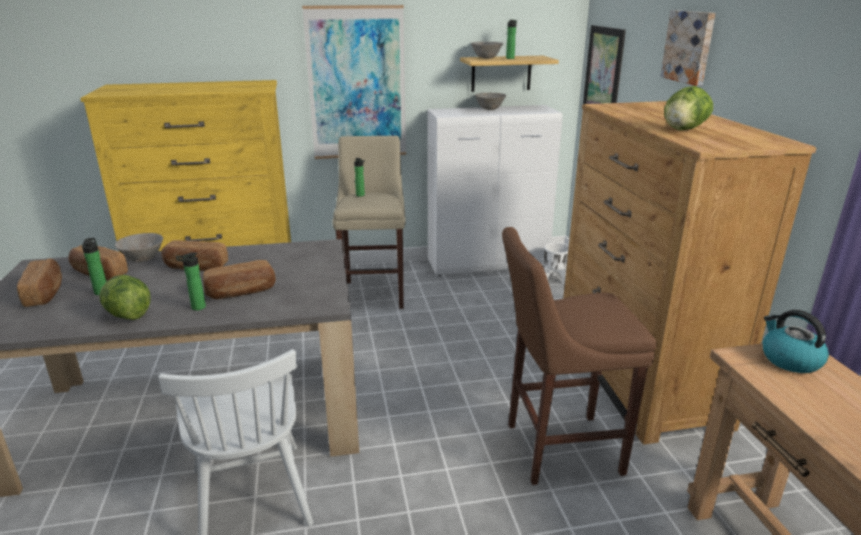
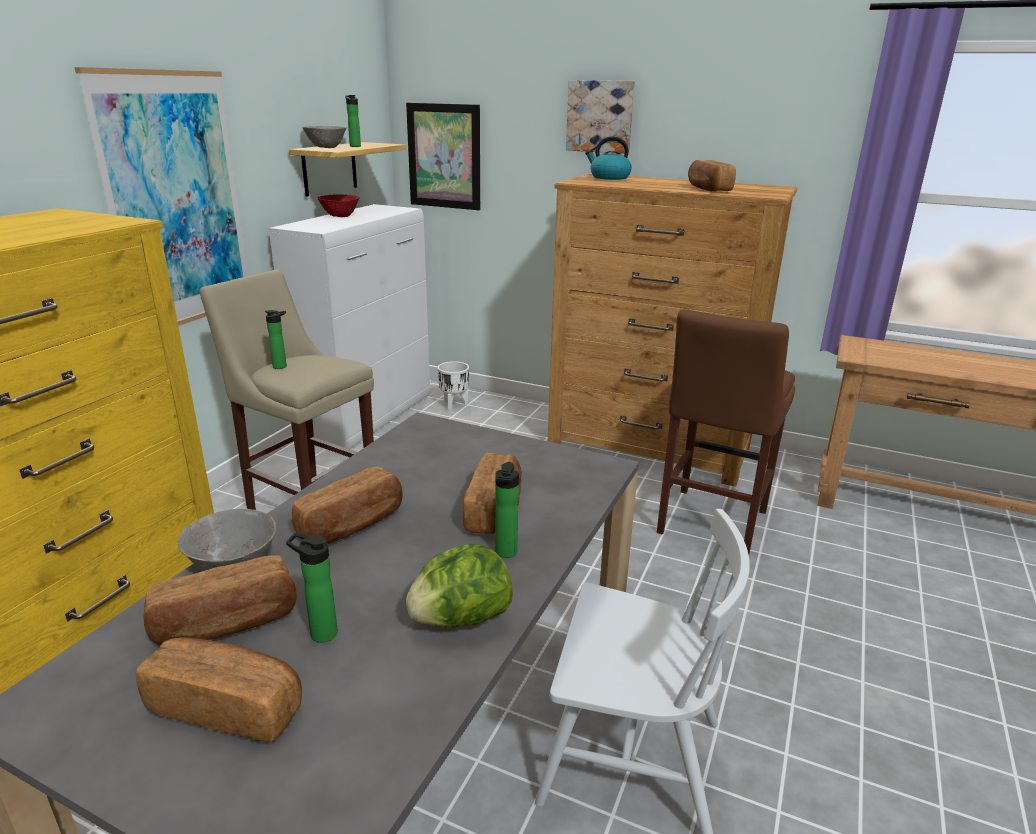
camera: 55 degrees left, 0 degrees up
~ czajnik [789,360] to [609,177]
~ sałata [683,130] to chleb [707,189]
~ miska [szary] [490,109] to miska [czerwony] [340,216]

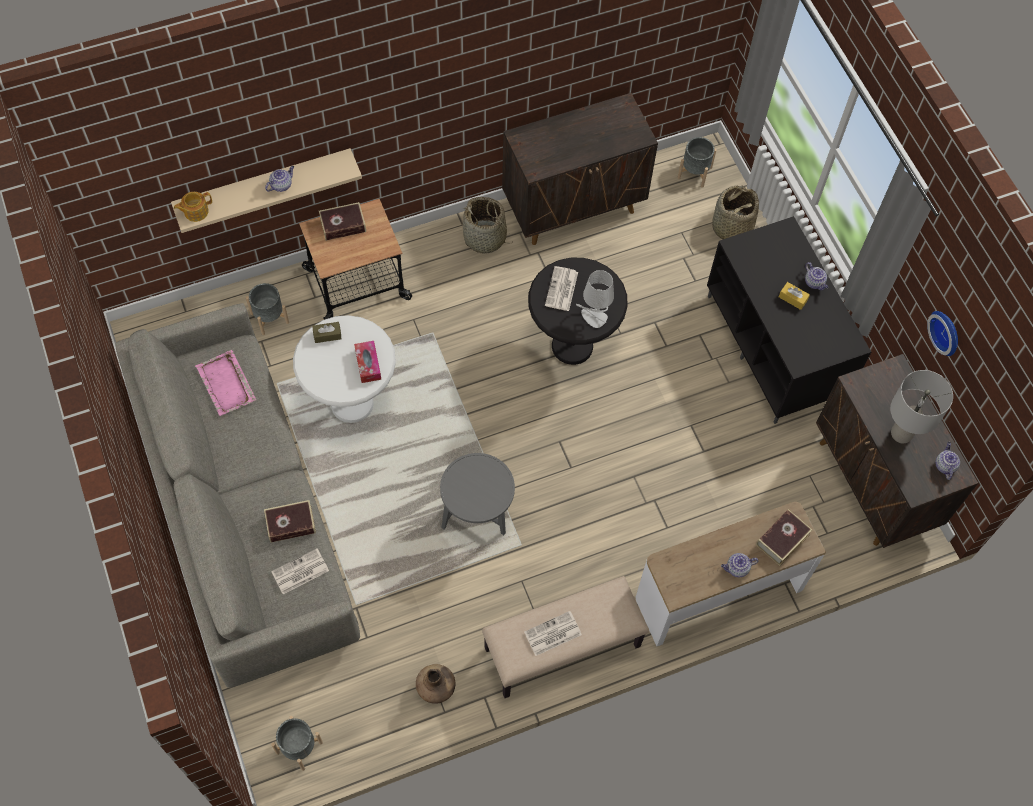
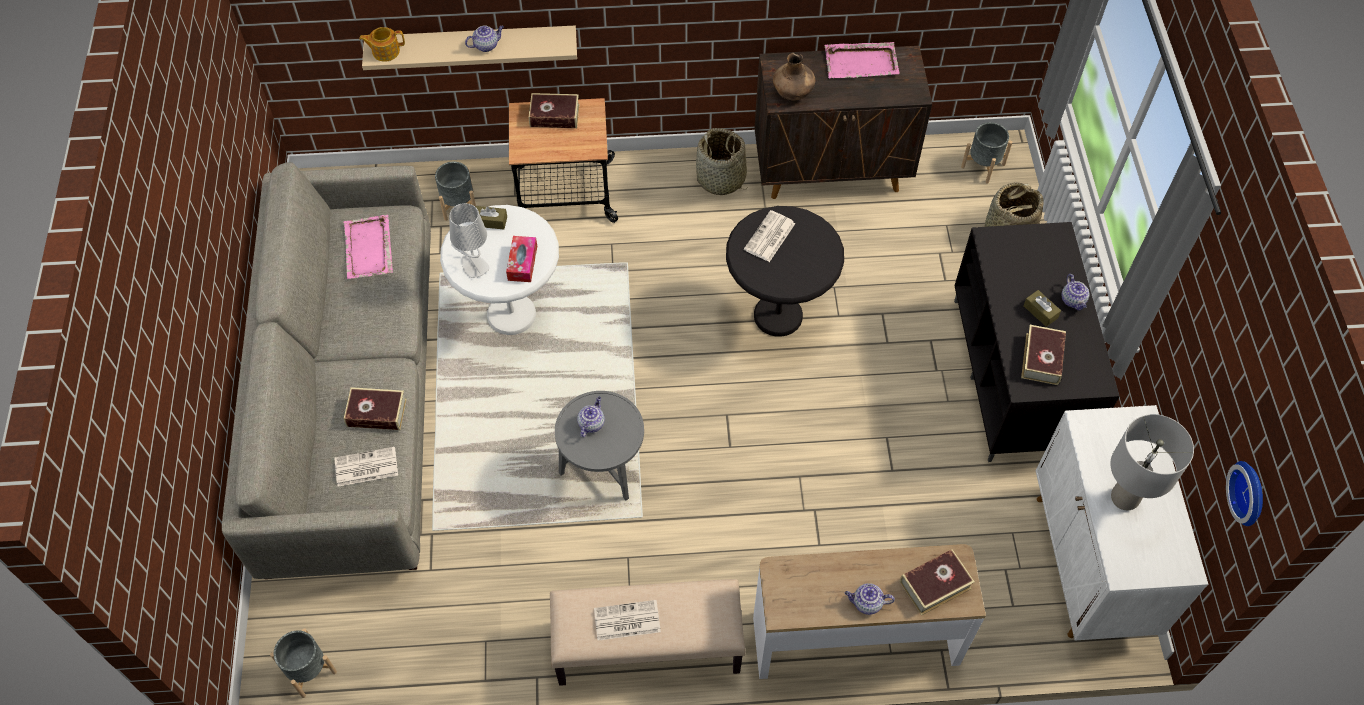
camera: 20 degrees right, 5 degrees down
+ taca [różowy] [862,62]
+ książka [1042,359]
~ wazon [brązowy] [436,688] to [793,93]
~ lampa stołowa [szary] [593,318] to [473,266]
~ zegar ścienny [946,332] to [1250,493]
~ imbryk [944,465] to [591,423]
~ pudełko chusteczek [żółty] [793,298] to pudełko chusteczek [brązowy] [1040,312]
~ szafka [brązowy] [873,484] to szafka [biały] [1089,564]

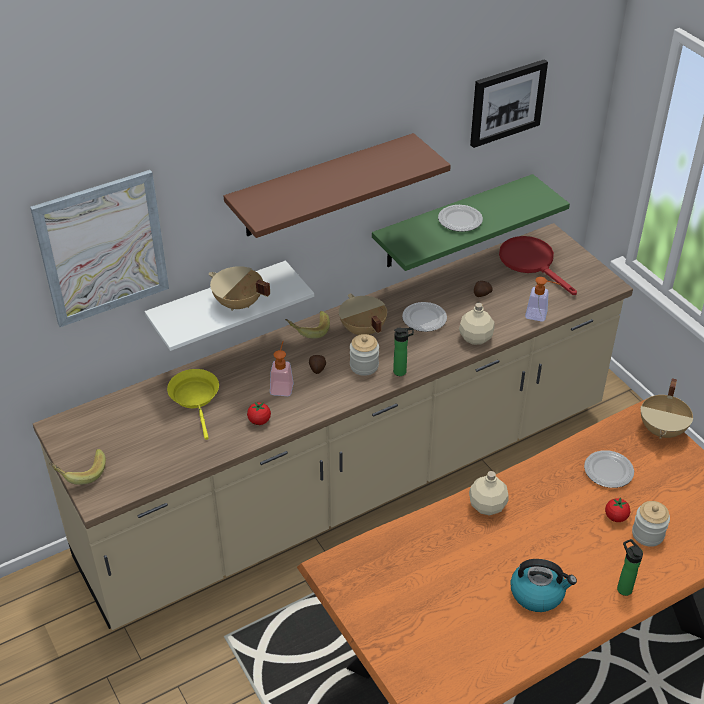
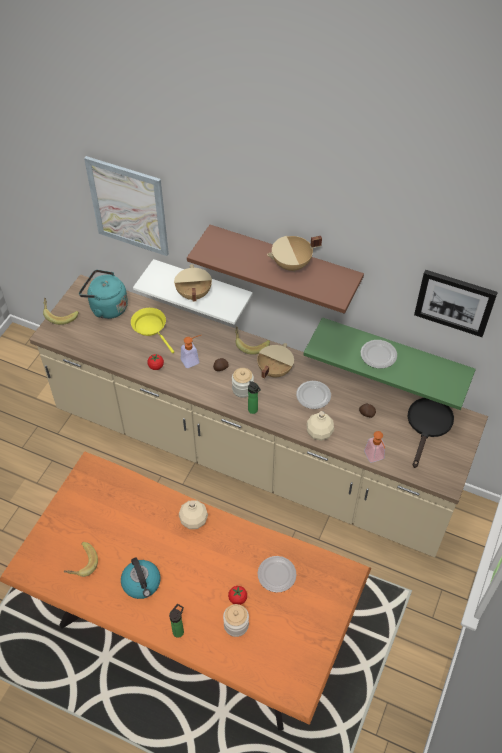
camera: 55 degrees right, 10 degrees up
+ banan [81,564]
+ czajnik [turkusowy] [106,307]
~ garnek [beżowy] [663,430] to [292,265]
~ patelnia [czerwony] [531,262] to patelnia [czarny] [428,425]
~ patelnia [żółty] [195,398] = [151,328] 75 degrees counterclockwise

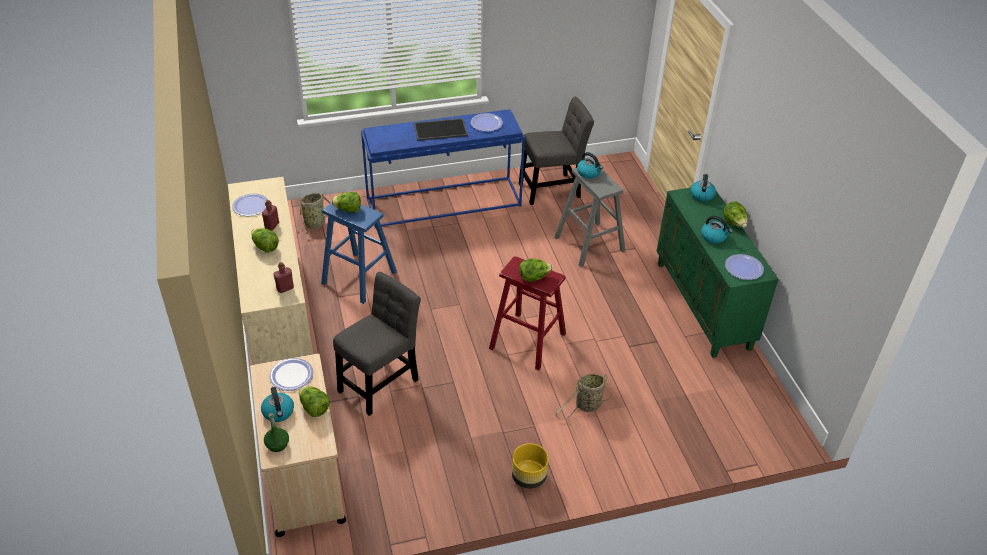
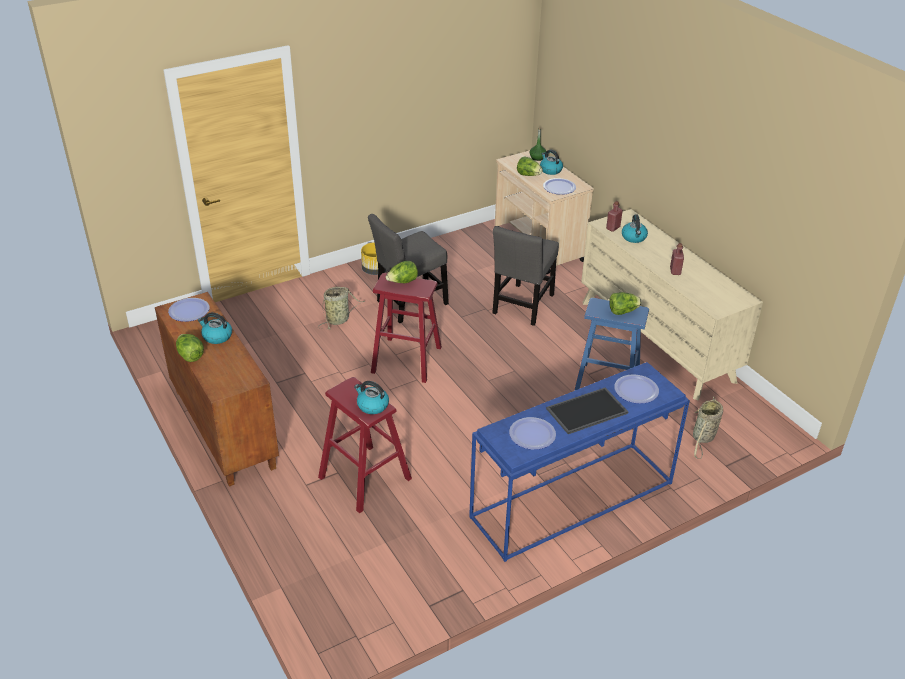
camera: 165 degrees right, 5 degrees down
- sałata [265,247]
~ talerz [250,206] to [636,390]
~ krzesło [szary] [552,189] to [409,304]
~ czajnik [701,195] to [634,237]
~ stołek [szary] [589,244] to stołek [czerwony] [364,478]
~ szafka [zielony] [704,305] to szafka [brązowy] [222,428]

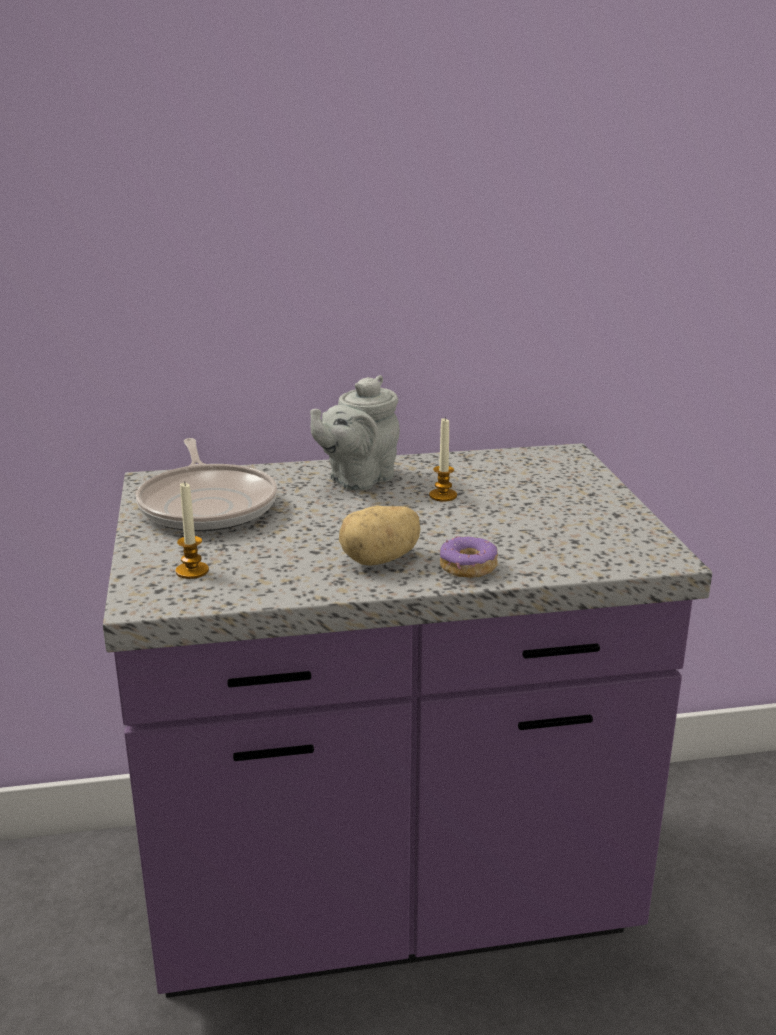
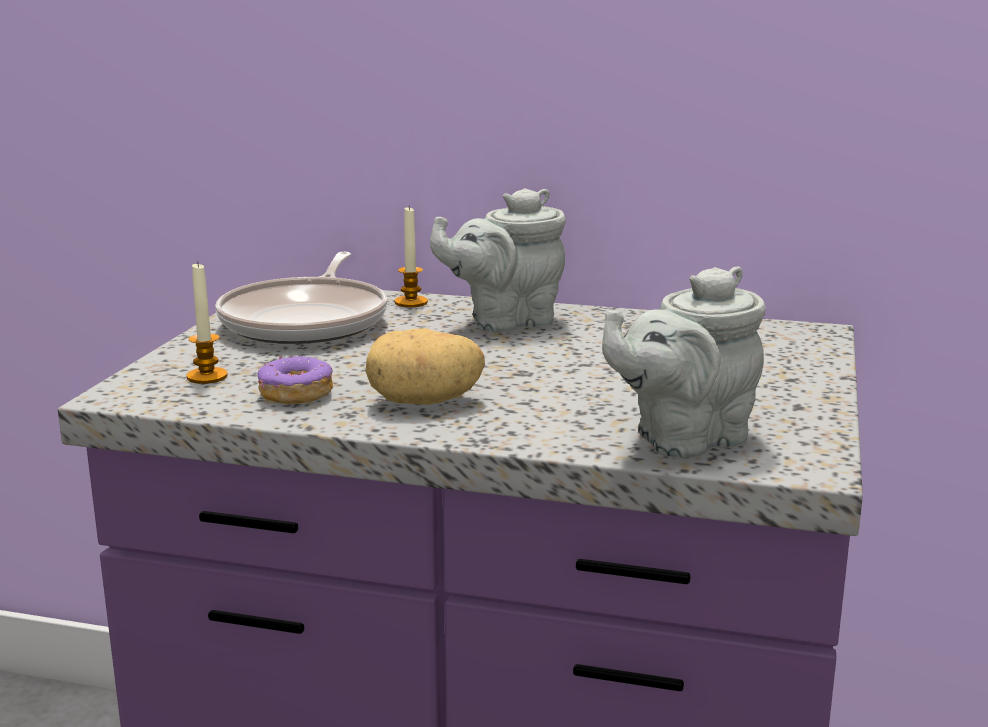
camera: 25 degrees right, 5 degrees down
+ imbryk [szary] [683,440]
~ świeca [443,496] to [411,302]
~ donut [467,567] to [295,394]

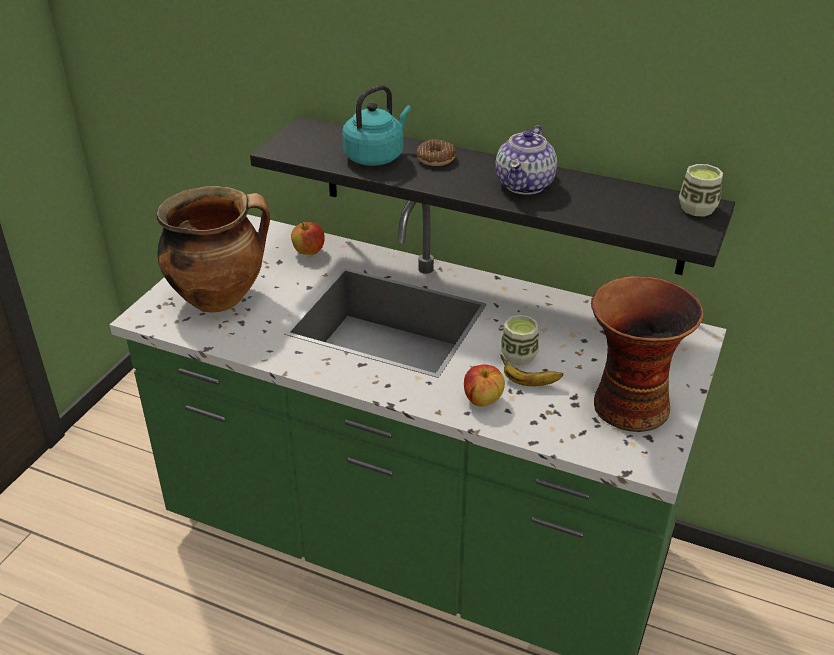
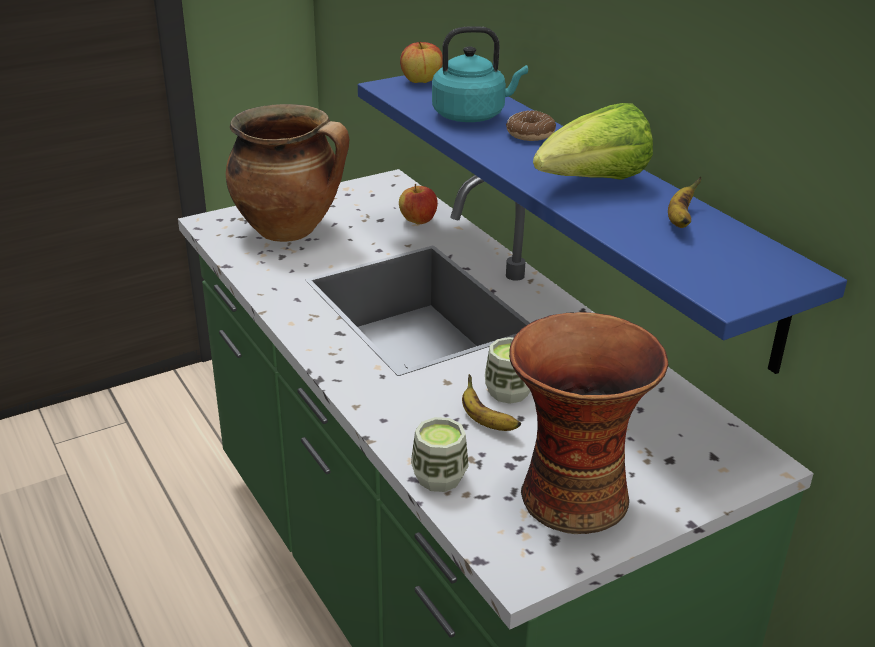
camera: 35 degrees right, 5 degrees down
+ banan [679,220]
~ jabłko [482,400] to [421,81]
~ filiżanka [697,208] to [439,477]
~ imbryk [525,184] to sałata [593,182]
~ półka [czarny] [498,194] to półka [niebieski] [603,203]

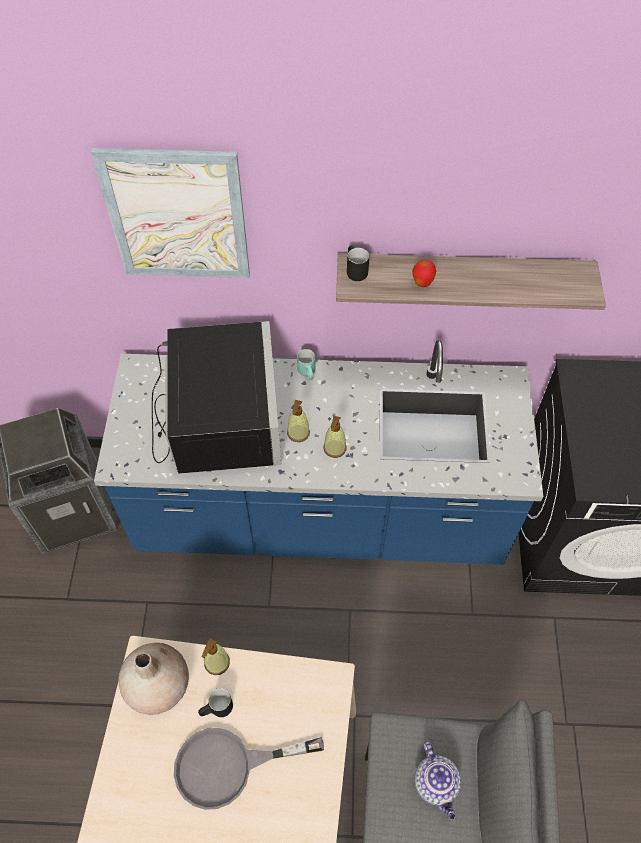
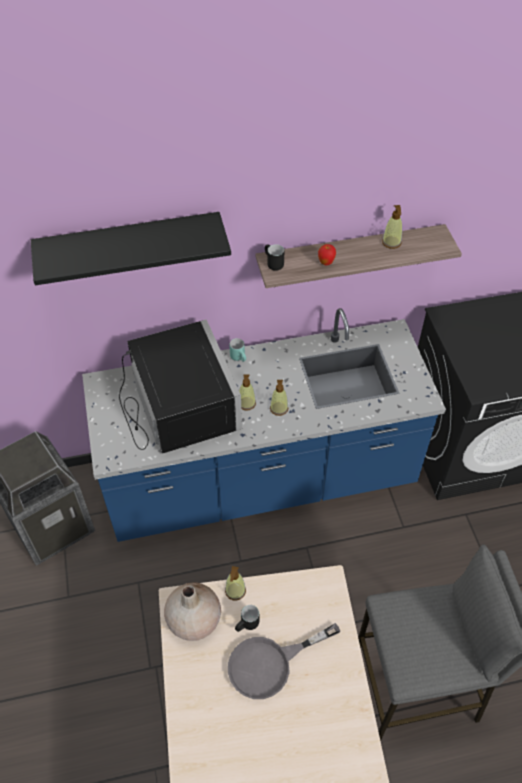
camera: 15 degrees left, 5 degrees down
- imbryk [436,784]
+ dozownik mydła [391,242]
~ obraz [177,215] to półka [czarny] [130,245]

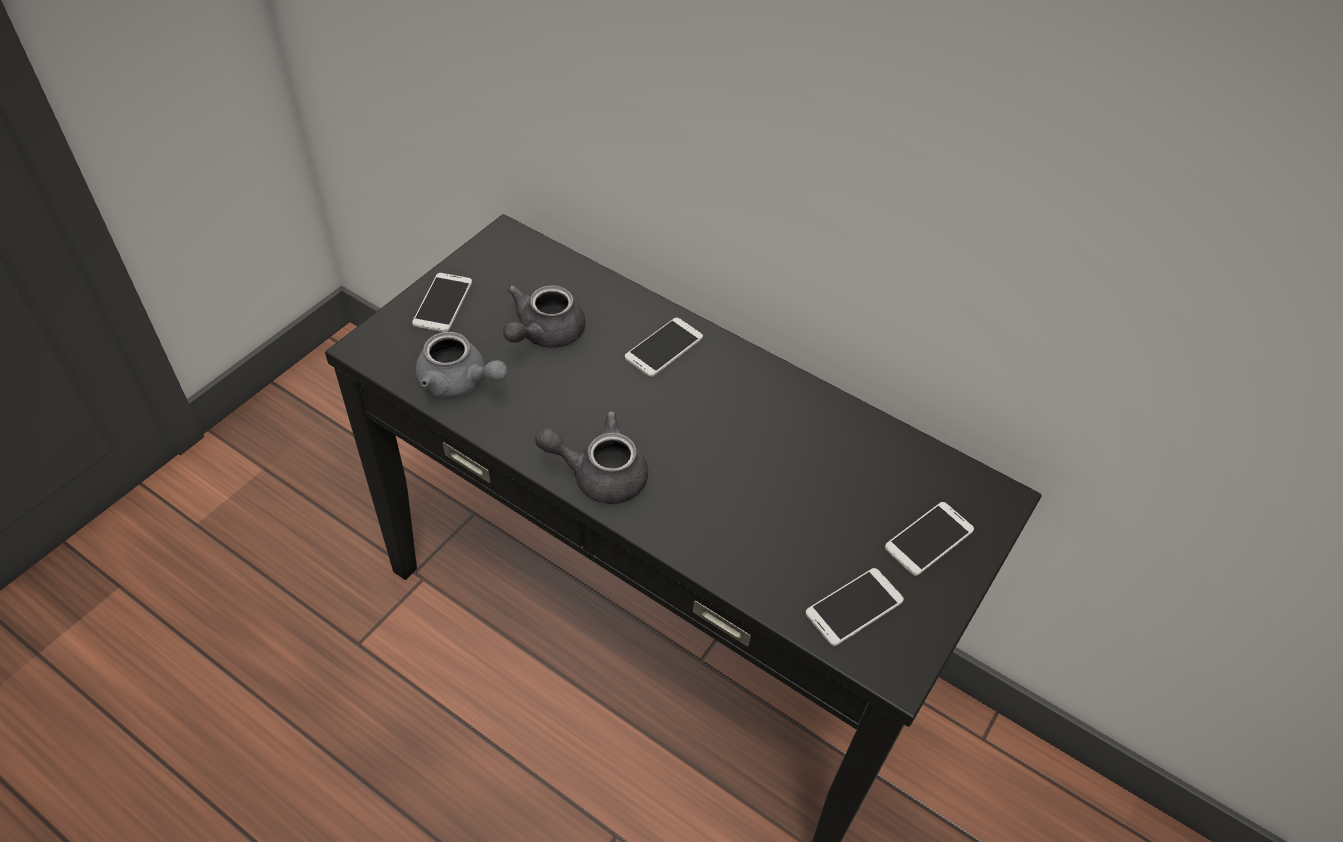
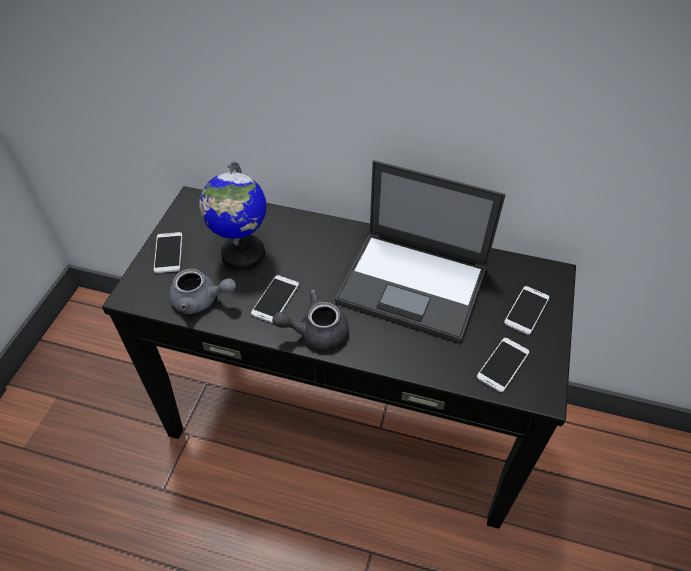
camera: 15 degrees left, 0 degrees up
+ laptop [414,284]
~ telefon [664,347] to [275,299]
~ imbryk [szary] [543,334] to globus [242,254]

